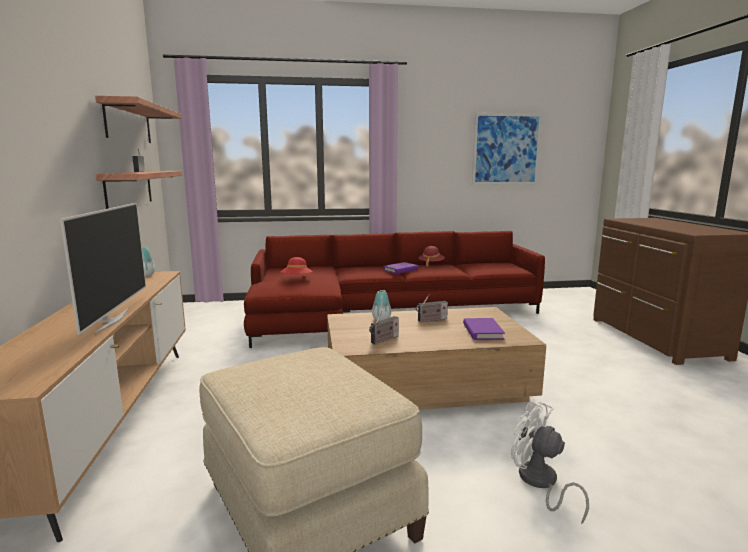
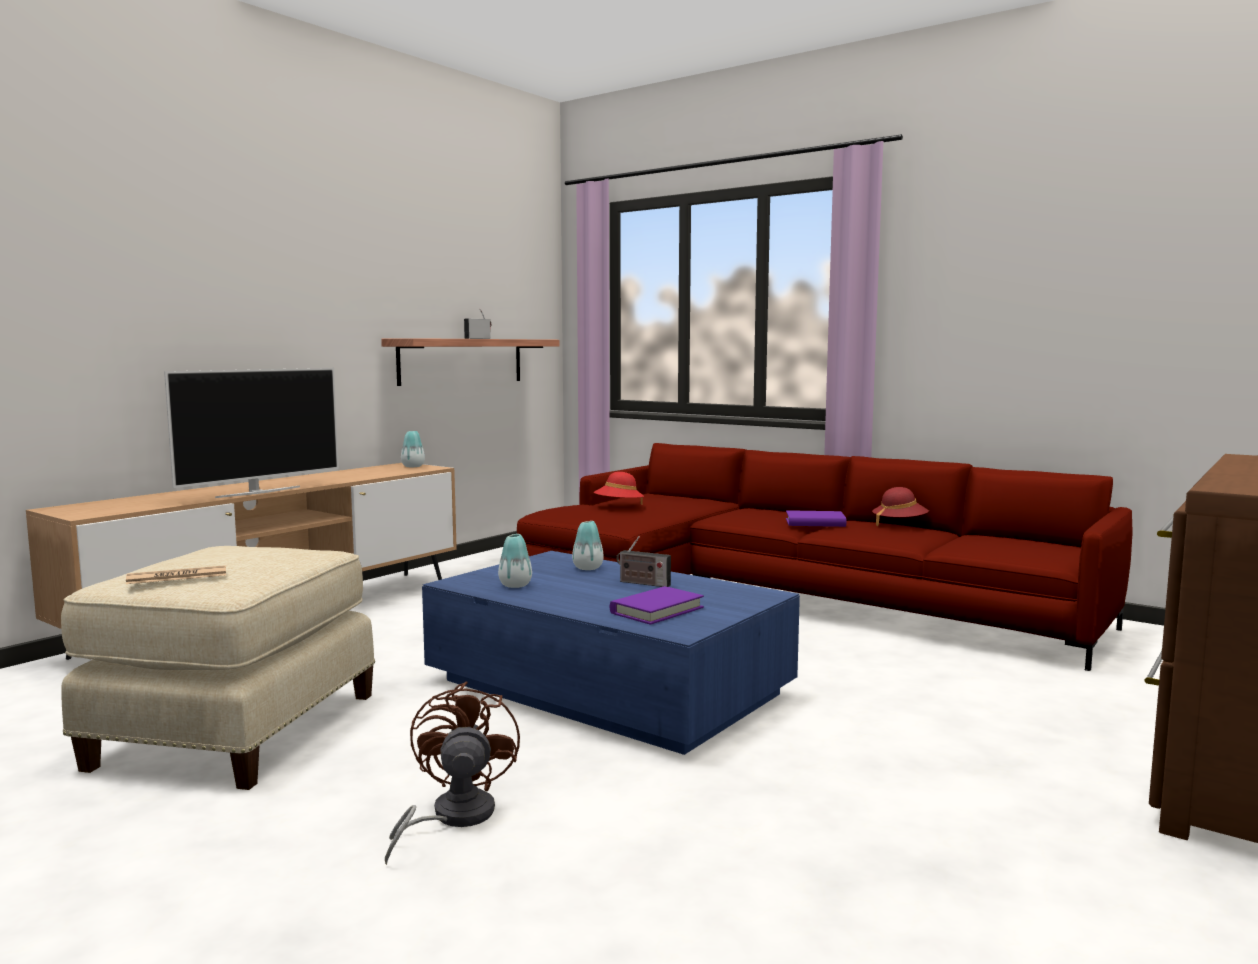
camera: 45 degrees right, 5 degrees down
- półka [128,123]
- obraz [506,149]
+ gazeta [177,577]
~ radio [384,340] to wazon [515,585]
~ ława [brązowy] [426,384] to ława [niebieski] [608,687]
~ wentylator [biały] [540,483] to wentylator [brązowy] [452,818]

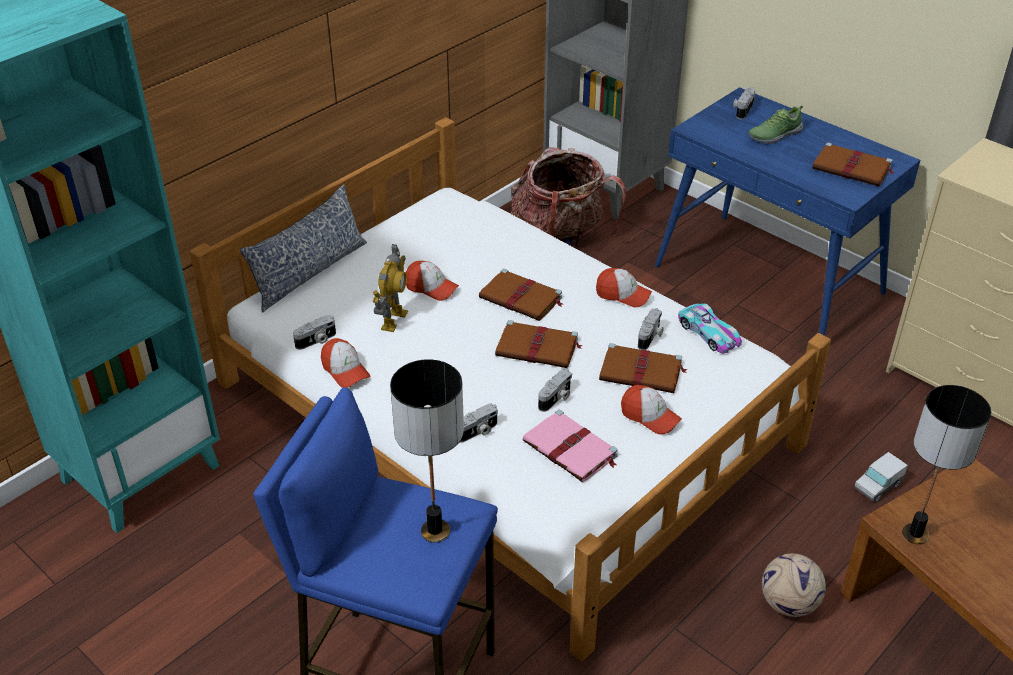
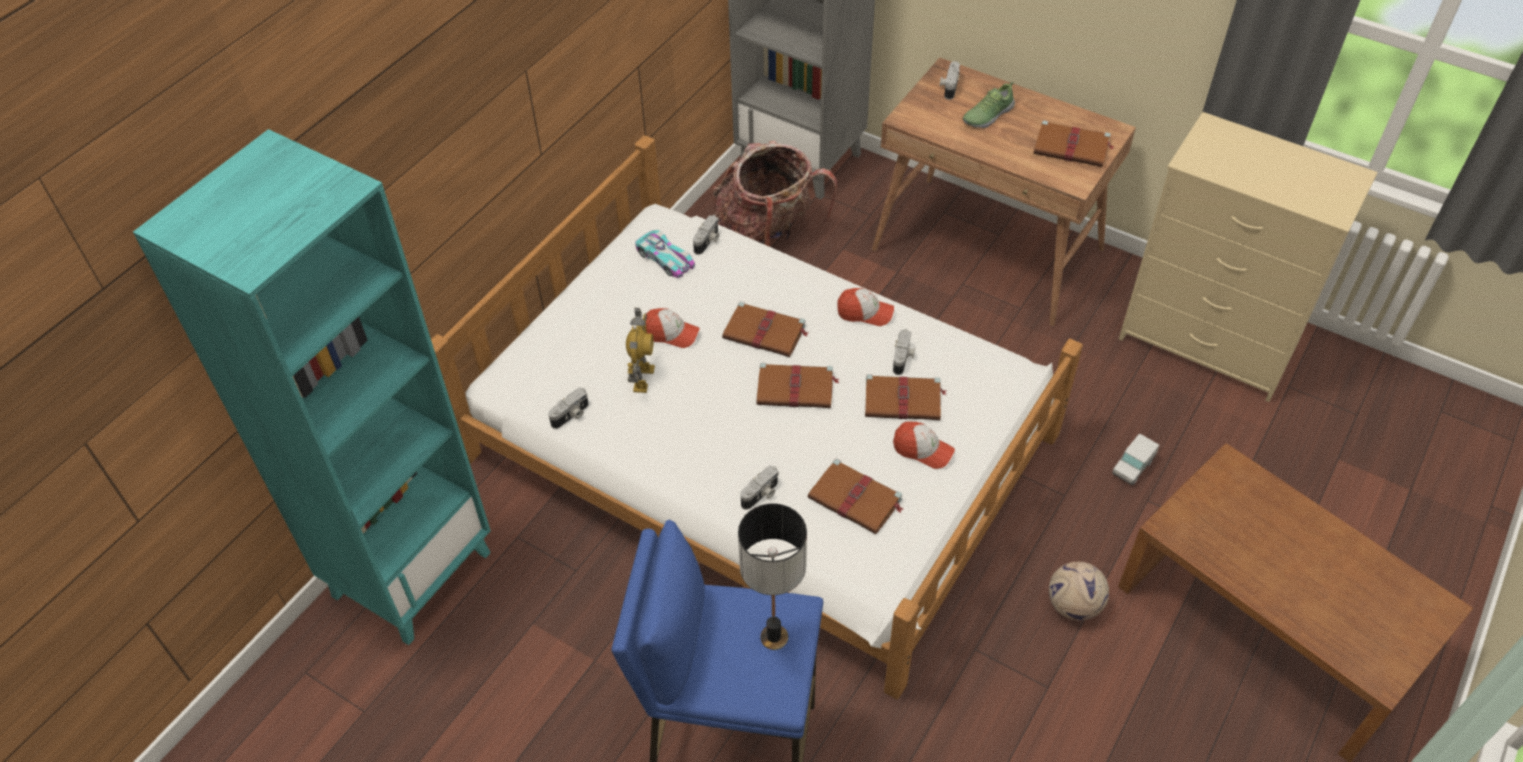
camera: 10 degrees left, 10 degrees up
- poduszka [309,272]
- czapka z daszkiem [345,370]
- lampa stołowa [914,534]
~ aparat fotograficzny [556,398] to [708,241]
~ samochodzik [709,333] to [665,258]
~ książka [różowy] [571,449] to książka [brązowy] [856,499]
~ biurko [niebieski] [769,280] to biurko [brązowy] [988,250]

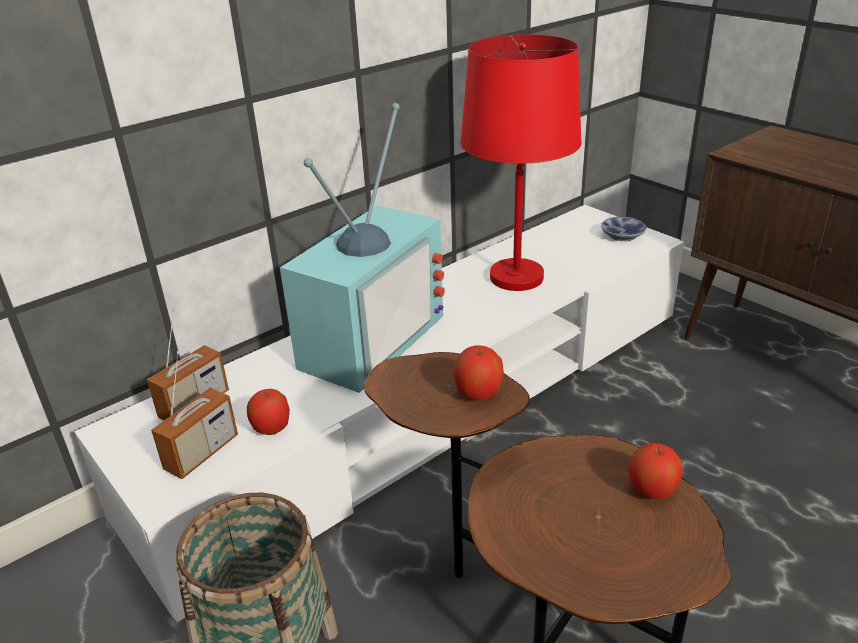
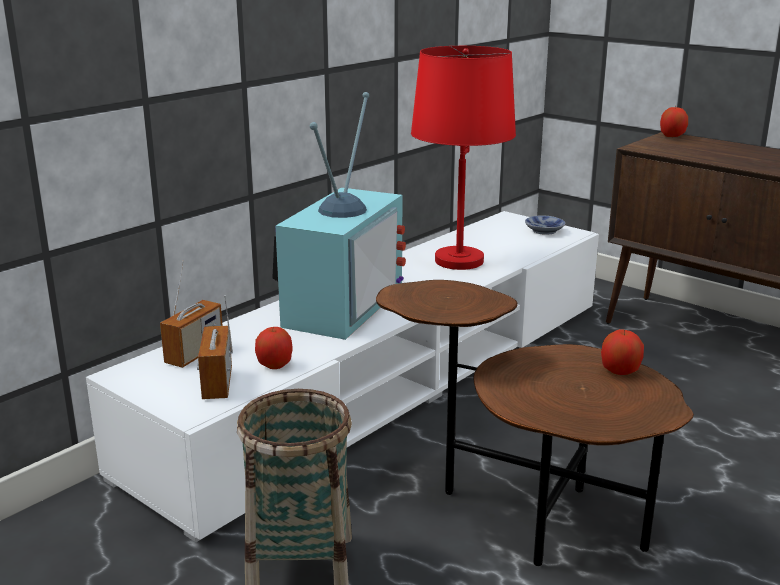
camera: 10 degrees left, 10 degrees down
~ jabłko [478,393] to [672,136]
~ radio [202,453] = [217,384] 150 degrees clockwise

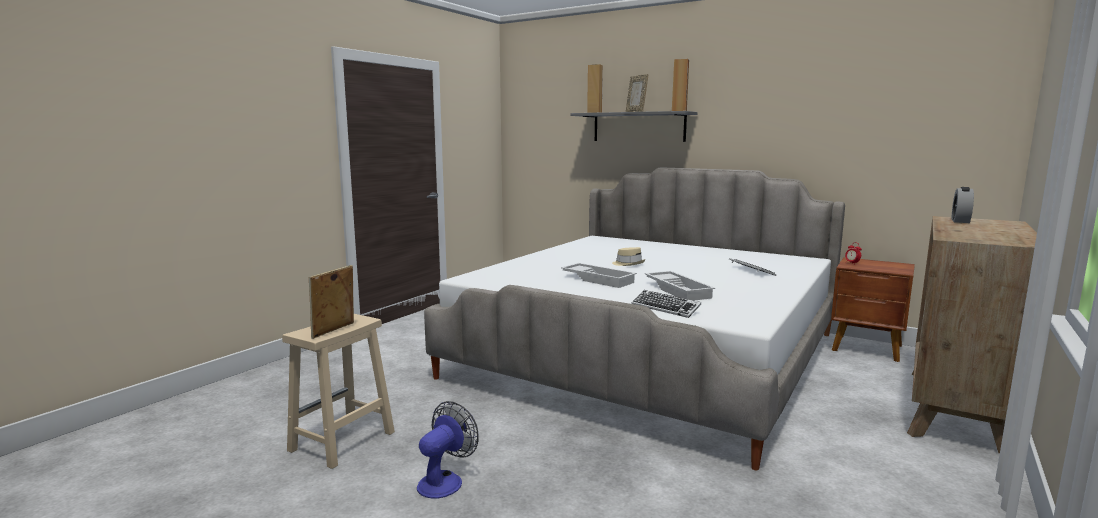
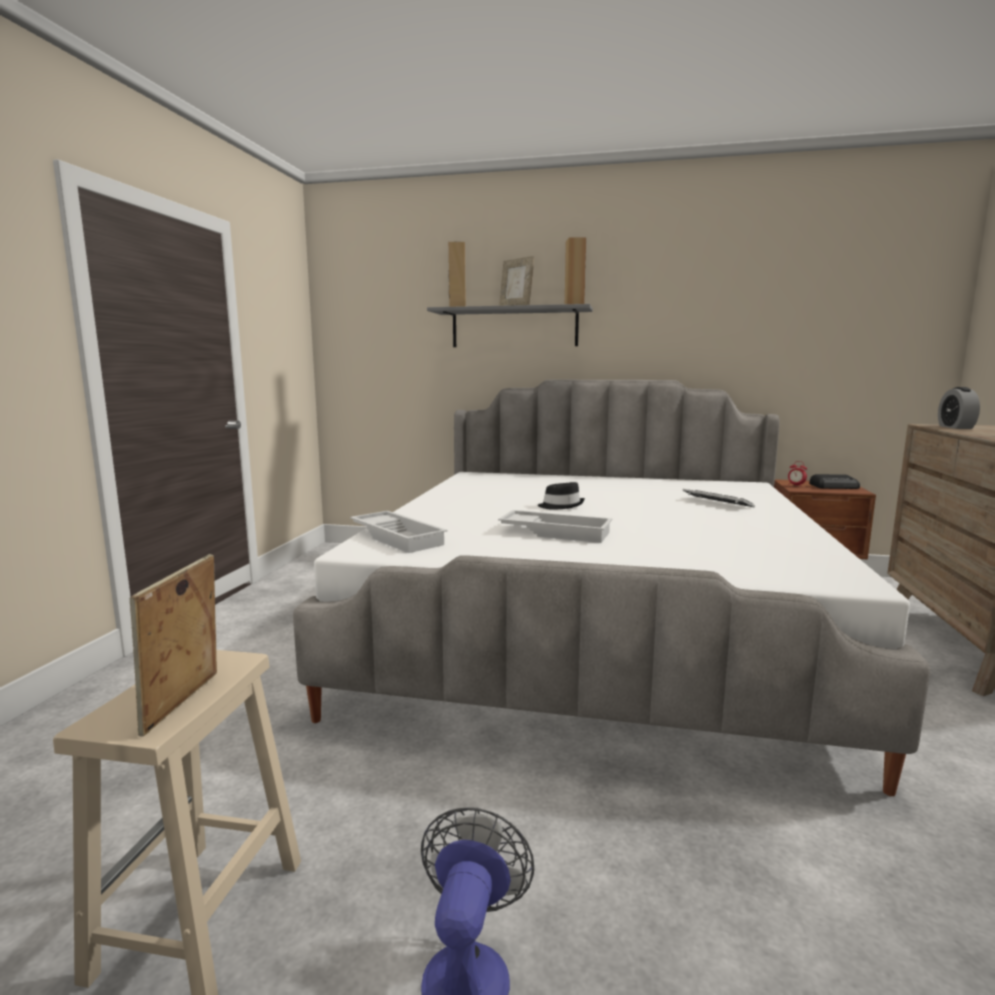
camera: 20 degrees left, 0 degrees up
- klawiatura [665,308]
+ radio [835,486]
~ taca [biały] [679,290] to [399,537]
~ kapelusz [beżowy] [628,264] to kapelusz [czarny] [561,506]

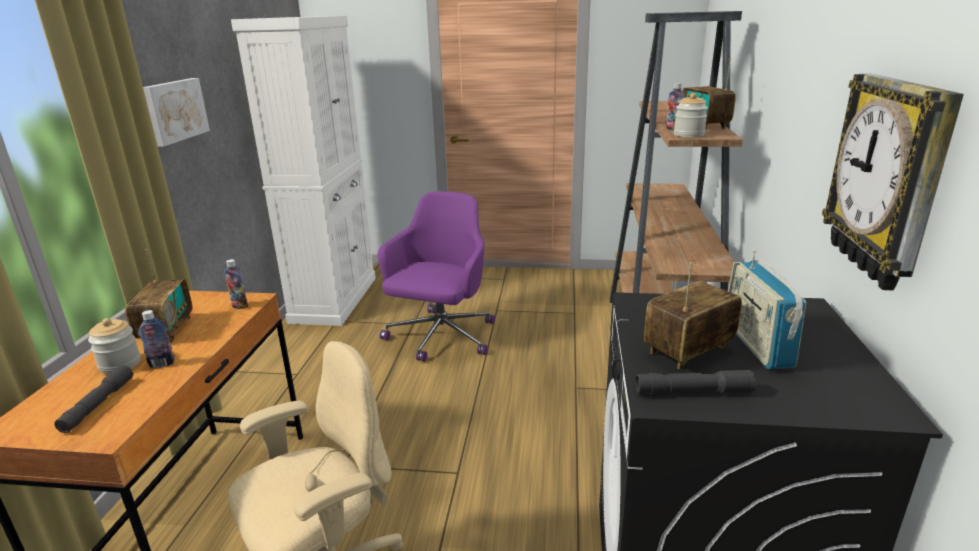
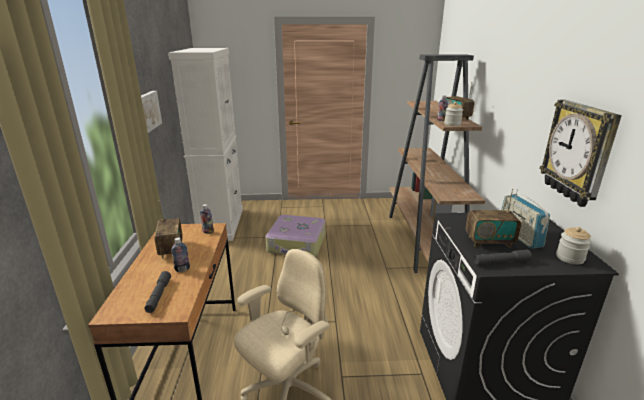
camera: 10 degrees left, 0 degrees up
~ słoik [120,364] to [570,258]
~ krzesło biurowe [fioletowy] [440,337] to walizka [297,244]
~ radio [688,350] = [489,242] 135 degrees counterclockwise

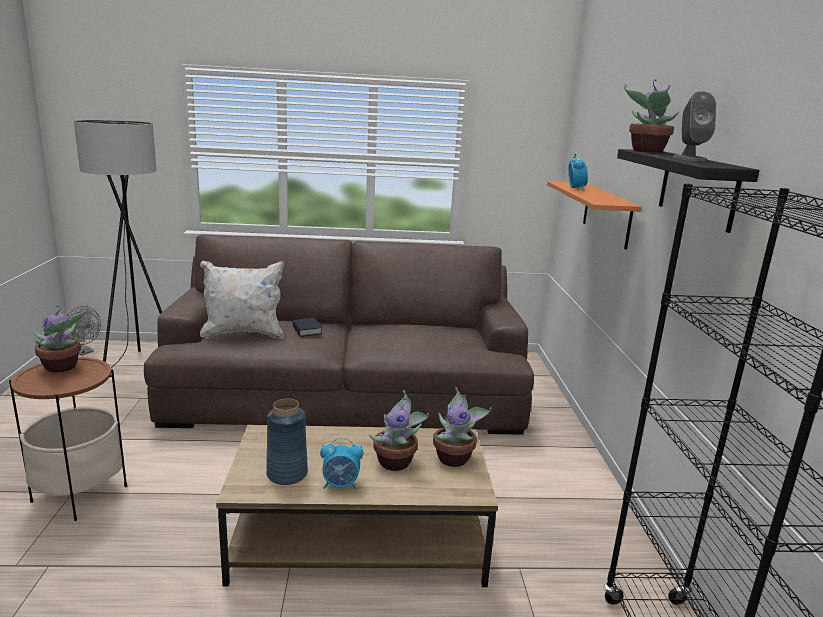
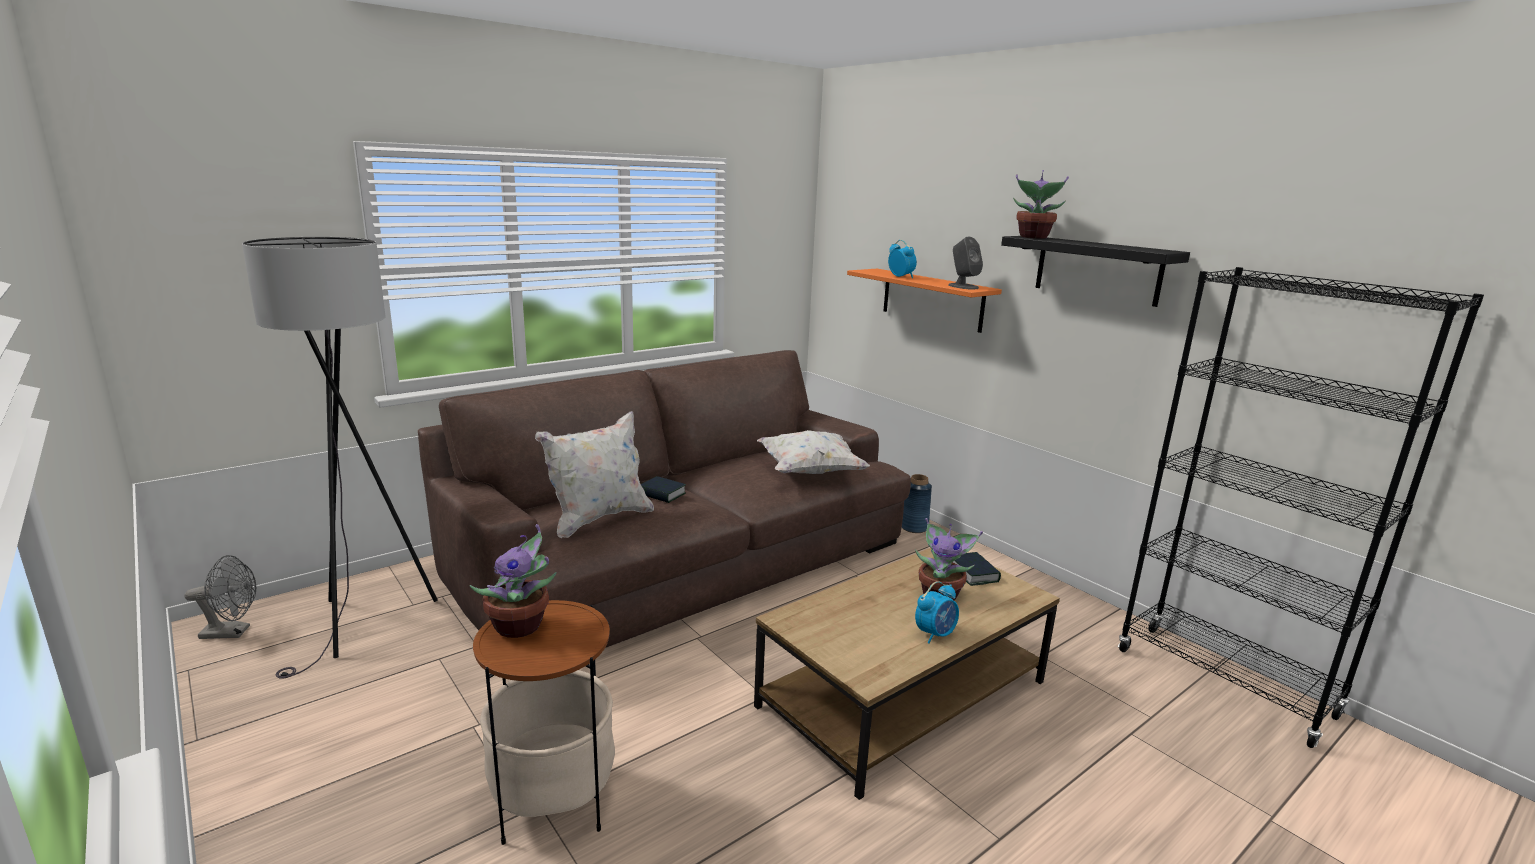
camera: 35 degrees left, 0 degrees up
+ poduszka [biały] [809,472]
~ wazon [niebieski] [287,474] to [914,527]
~ głośnik [szary] [689,159] to [963,286]
~ roślina doniczkowa [455,458] to książka [973,573]

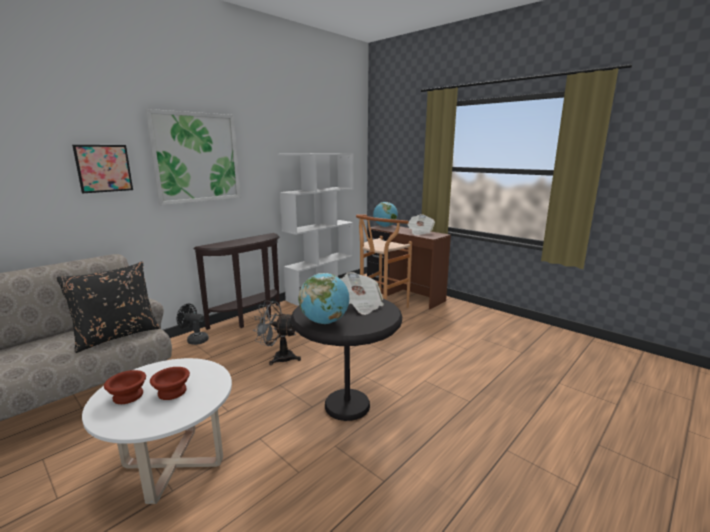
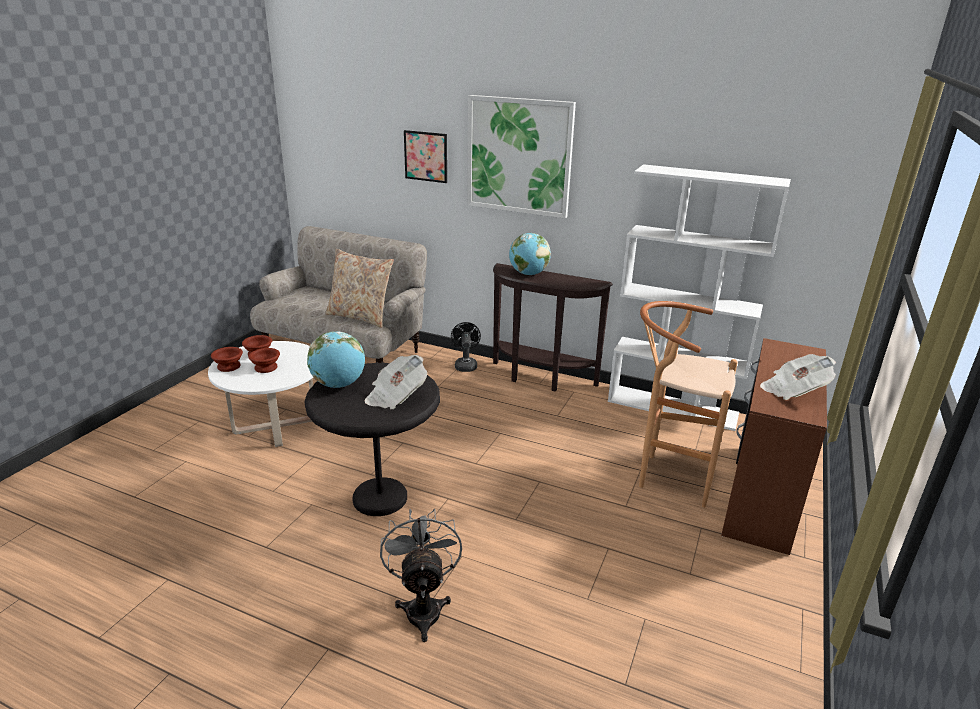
camera: 70 degrees right, 10 degrees up
+ miska [brązowy] [230,367]
~ wentylator [szary] [278,357] to [423,607]
~ globus [385,226] to [528,274]
~ poduszka [czarny] [117,335] to poduszka [beżowy] [360,317]

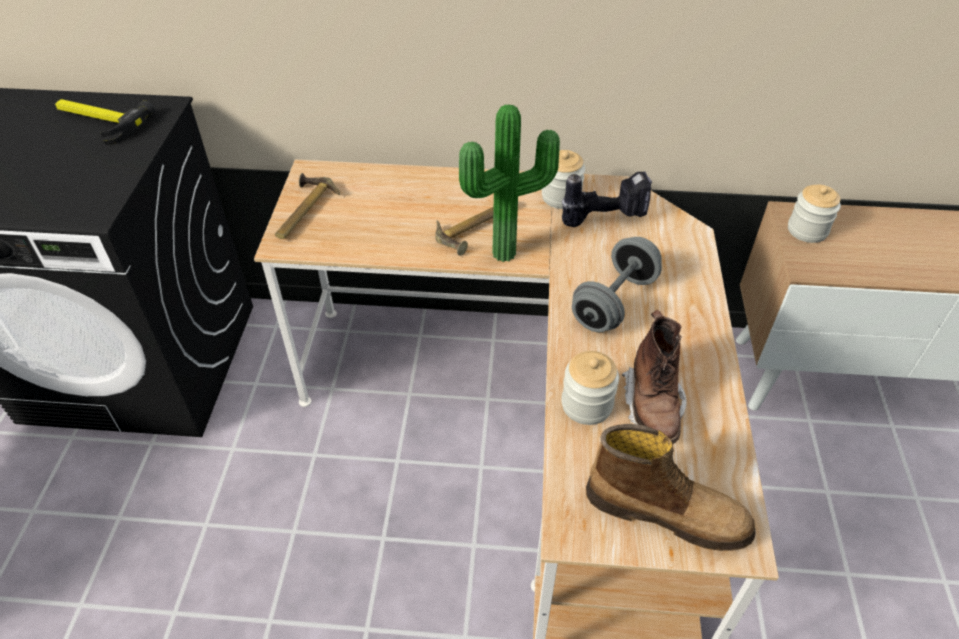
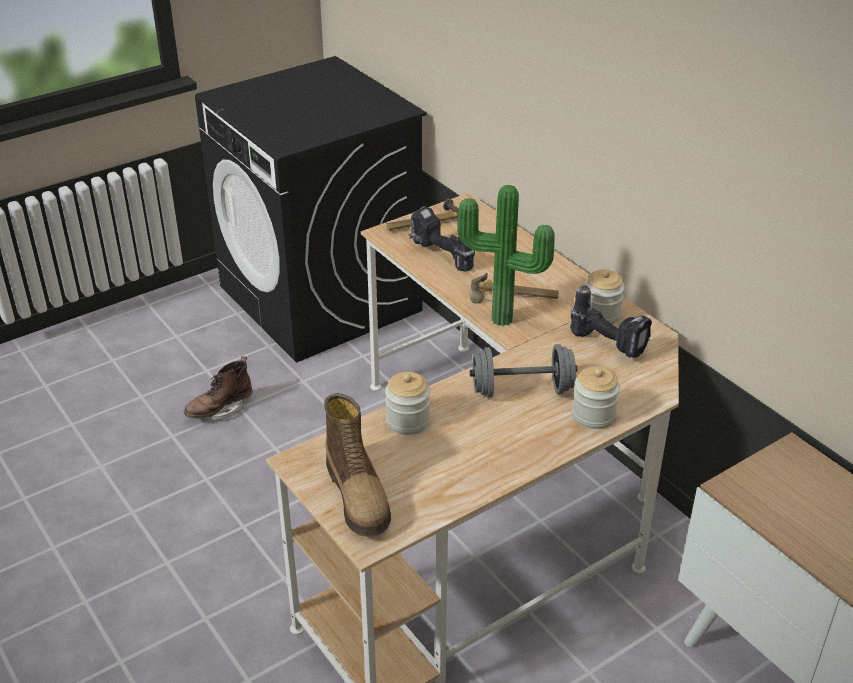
camera: 50 degrees right, 10 degrees down
- młotek [98,122]
+ wiertarka [440,257]
~ but z cholewką [brązowy] [652,405] to [220,410]
~ słoik [807,230] to [593,416]

